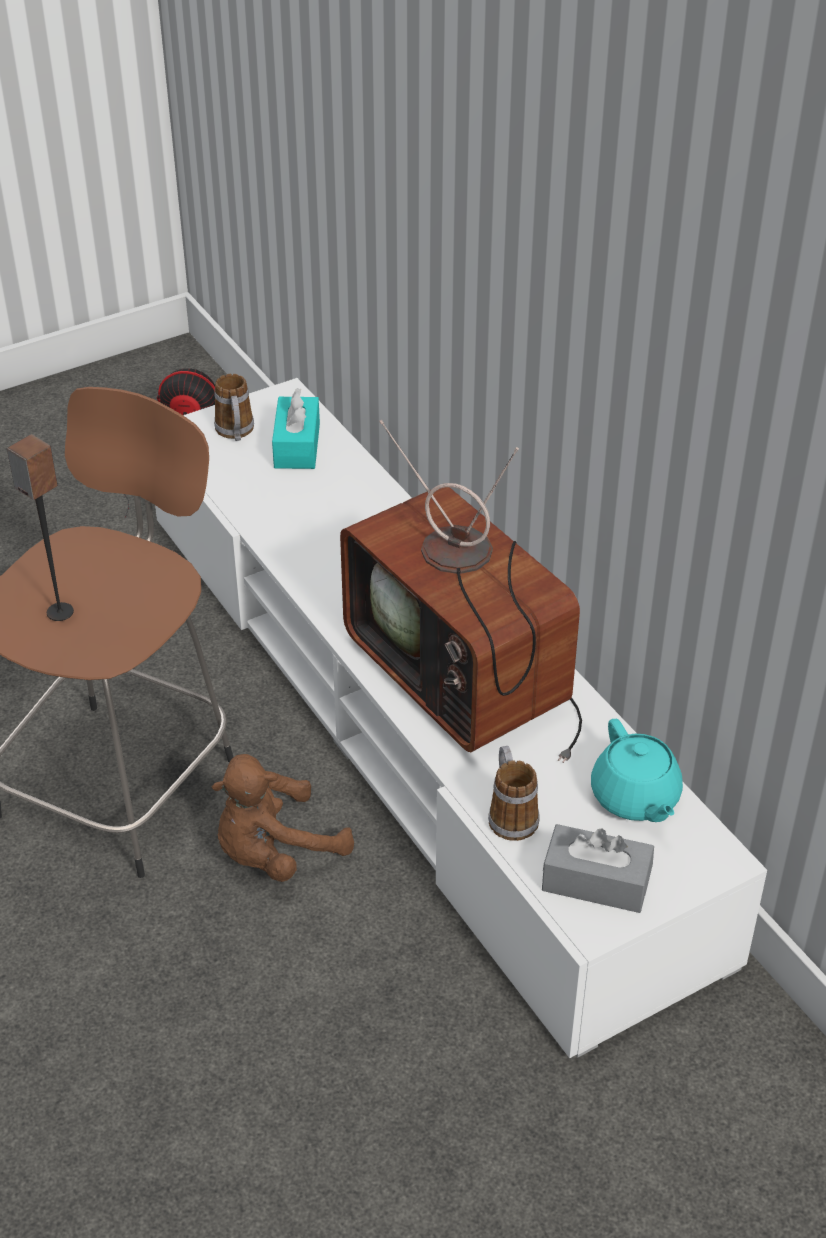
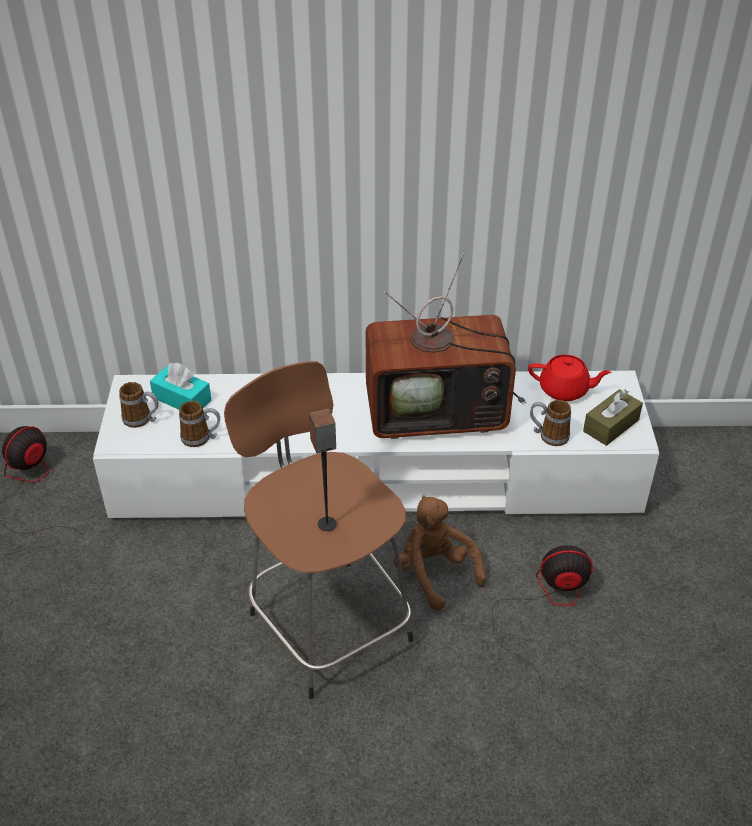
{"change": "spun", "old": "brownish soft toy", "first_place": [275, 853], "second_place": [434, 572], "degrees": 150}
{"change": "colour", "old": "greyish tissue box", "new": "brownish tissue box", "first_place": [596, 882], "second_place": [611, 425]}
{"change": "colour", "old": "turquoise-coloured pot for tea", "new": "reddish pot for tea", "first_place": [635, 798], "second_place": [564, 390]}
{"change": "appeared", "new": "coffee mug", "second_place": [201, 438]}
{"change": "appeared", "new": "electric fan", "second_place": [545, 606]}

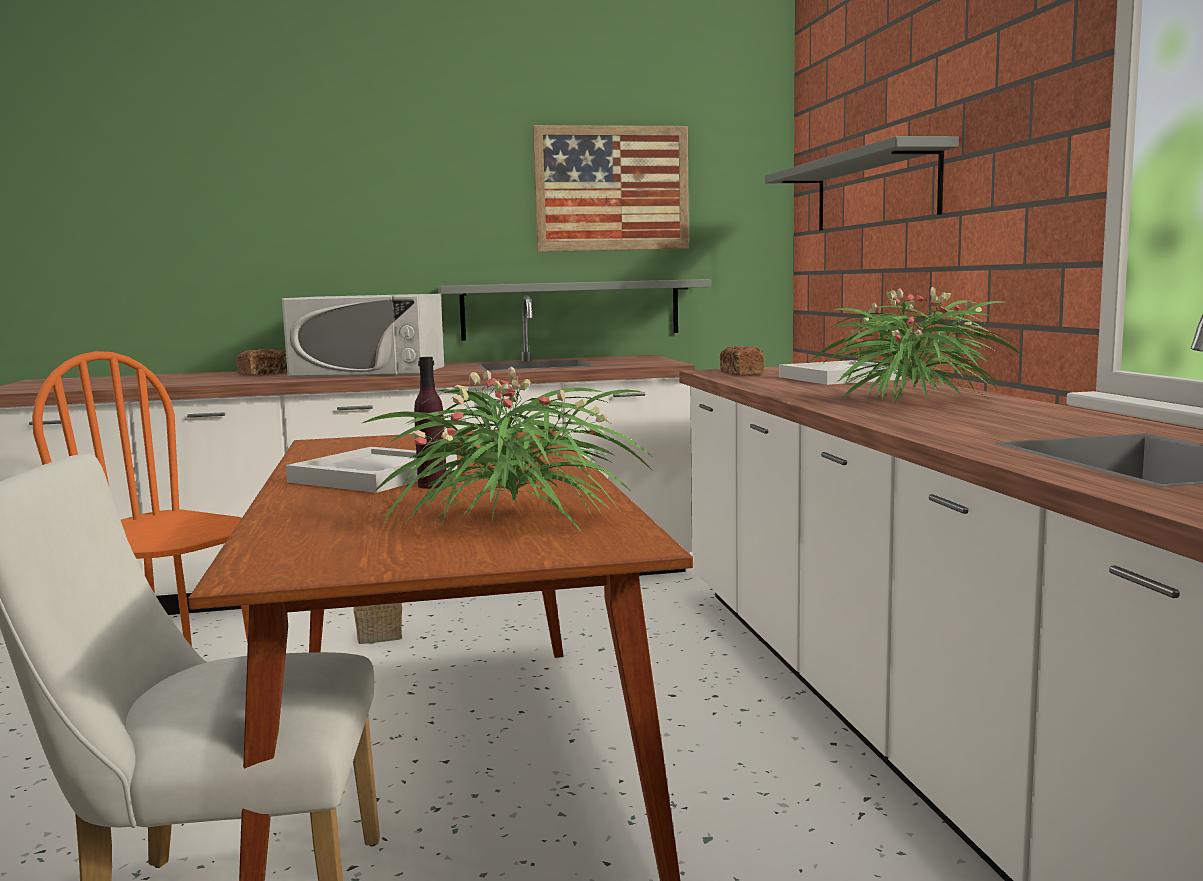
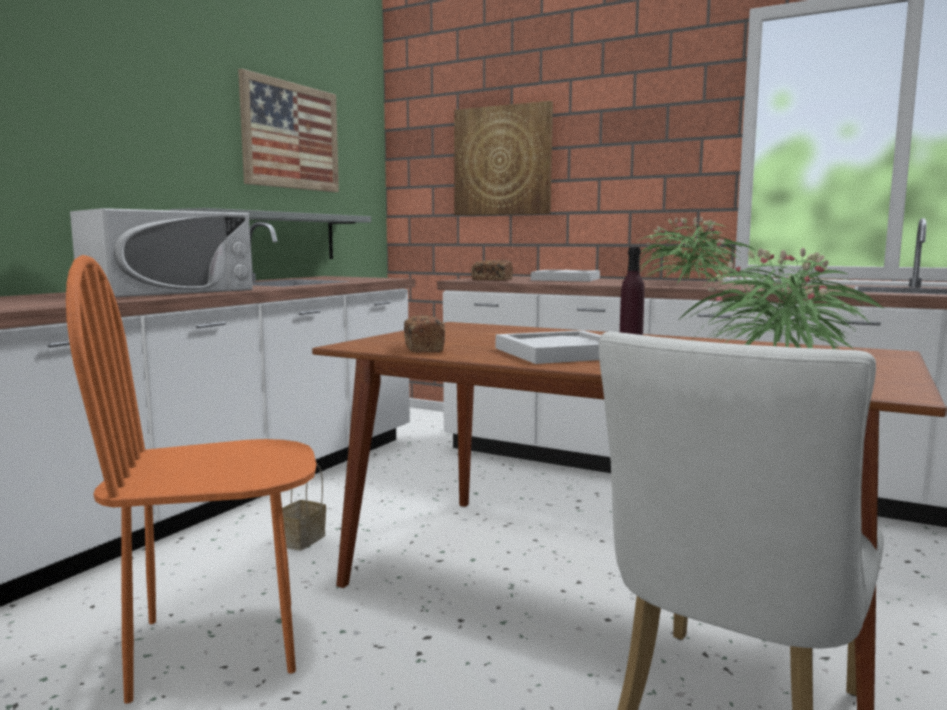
{"change": "relocated", "old": "bread", "first_place": [264, 373], "second_place": [423, 348]}
{"change": "exchanged", "old": "greyish wall shelf", "new": "wall art", "first_place": [874, 191], "second_place": [502, 161]}

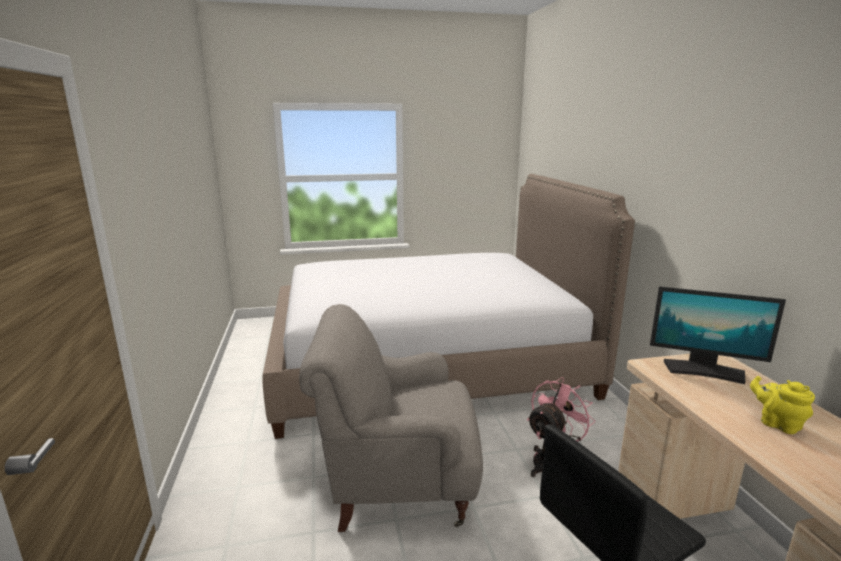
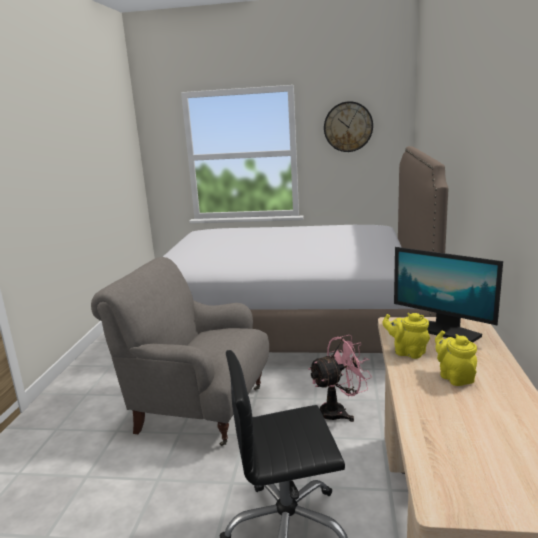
{"change": "appeared", "new": "clock on the wall", "second_place": [348, 127]}
{"change": "appeared", "new": "yellowish pot for tea", "second_place": [407, 352]}

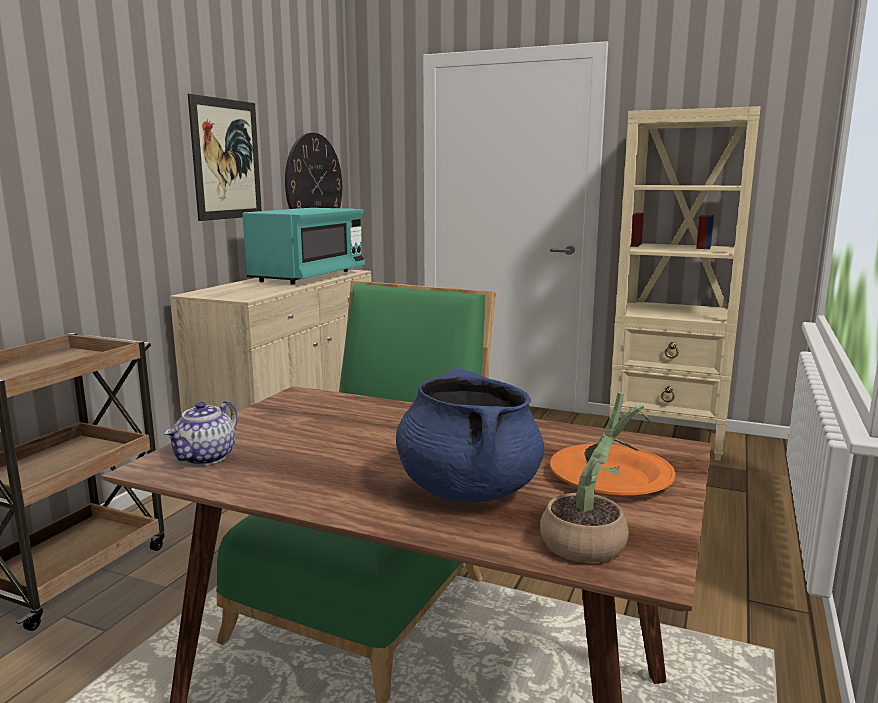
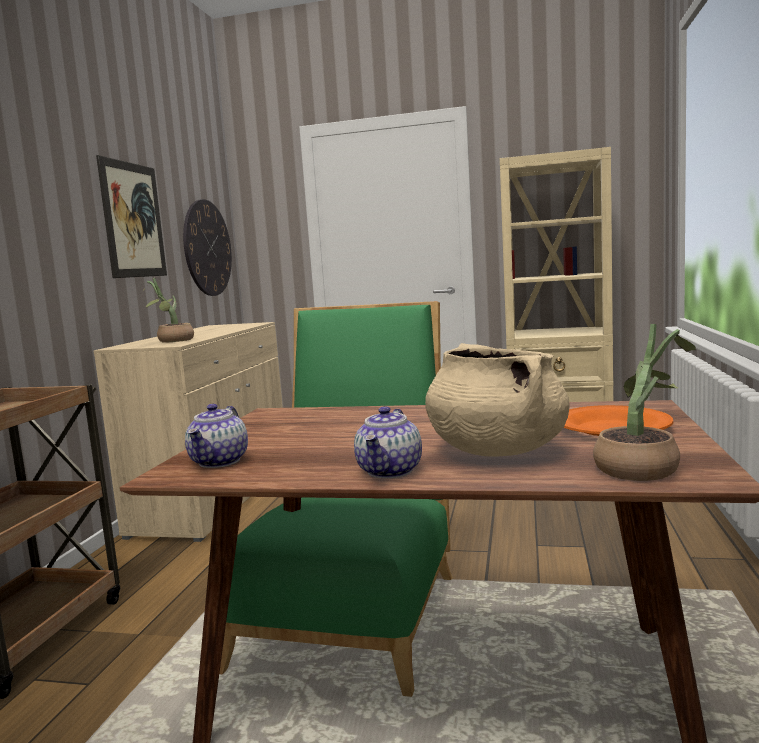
{"change": "missing", "old": "turquoise-coloured microwave oven", "first_place": [308, 277]}
{"change": "colour", "old": "bluish stockpot", "new": "sand-coloured stockpot", "first_place": [468, 489], "second_place": [496, 450]}
{"change": "appeared", "new": "plant in a pot", "second_place": [171, 341]}
{"change": "appeared", "new": "pot for tea", "second_place": [390, 471]}

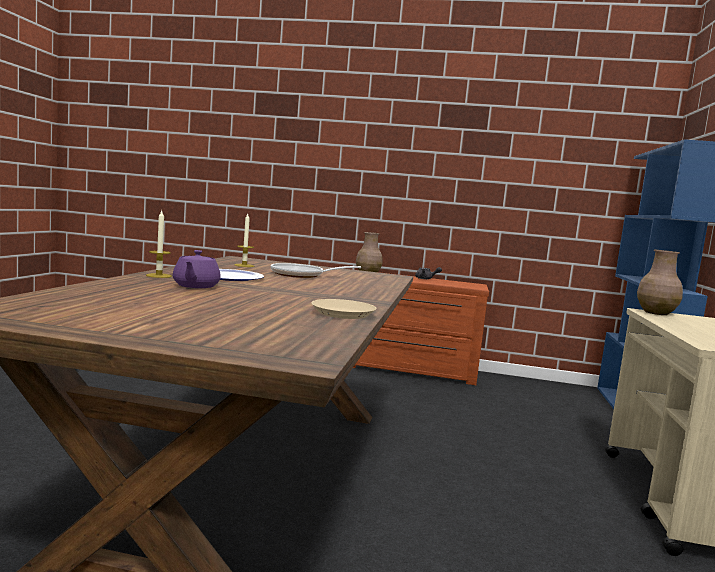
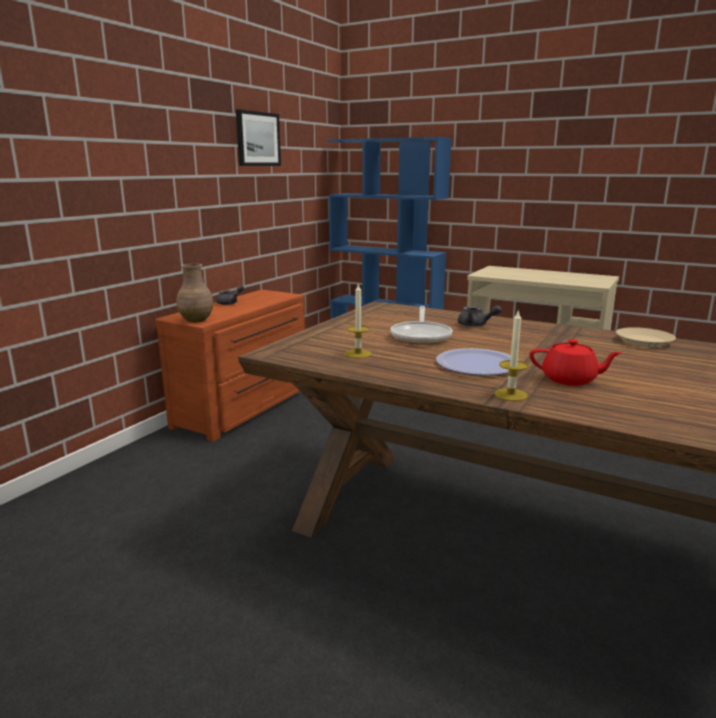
{"change": "colour", "old": "purple pot for tea", "new": "reddish pot for tea", "first_place": [195, 286], "second_place": [570, 380]}
{"change": "missing", "old": "brownish flower vase", "first_place": [655, 313]}
{"change": "appeared", "new": "wall art", "second_place": [257, 139]}
{"change": "appeared", "new": "greyish pot for tea", "second_place": [476, 325]}

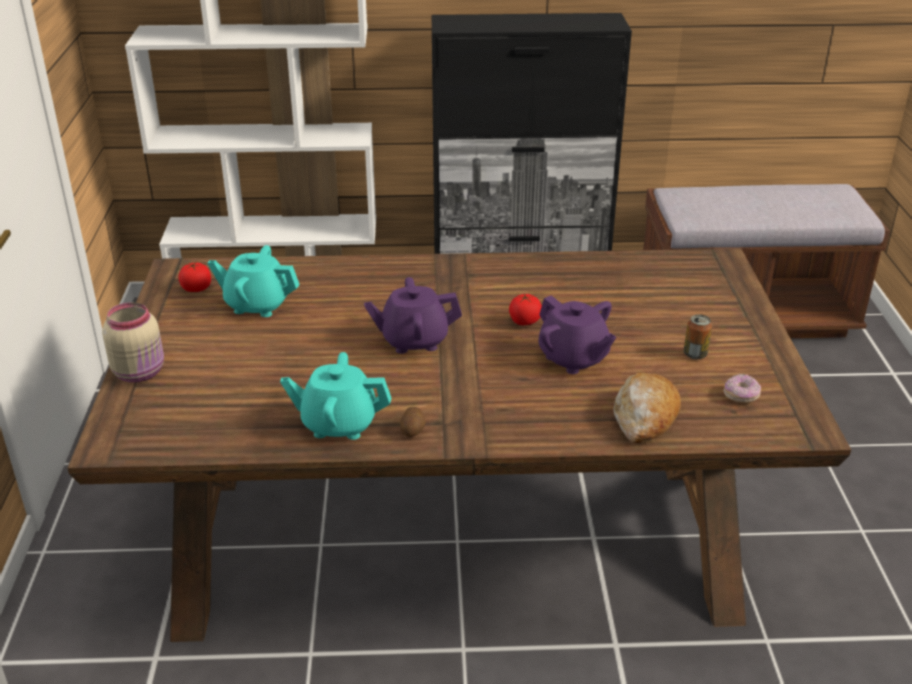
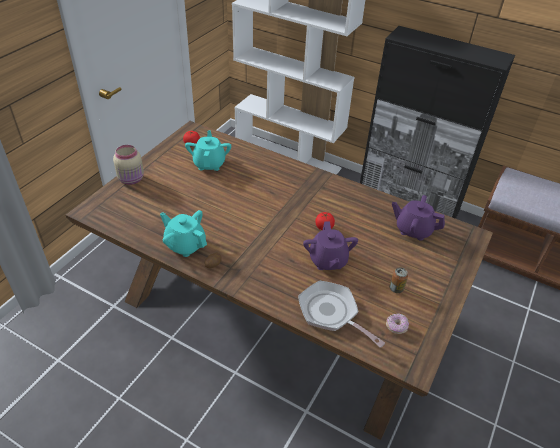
{"change": "spun", "old": "turquoise-coloured pot for tea", "first_place": [257, 305], "second_place": [209, 164], "degrees": 45}
{"change": "relocated", "old": "purple pot for tea", "first_place": [414, 340], "second_place": [413, 230]}
{"change": "exchanged", "old": "bread", "new": "pan", "first_place": [645, 417], "second_place": [331, 313]}

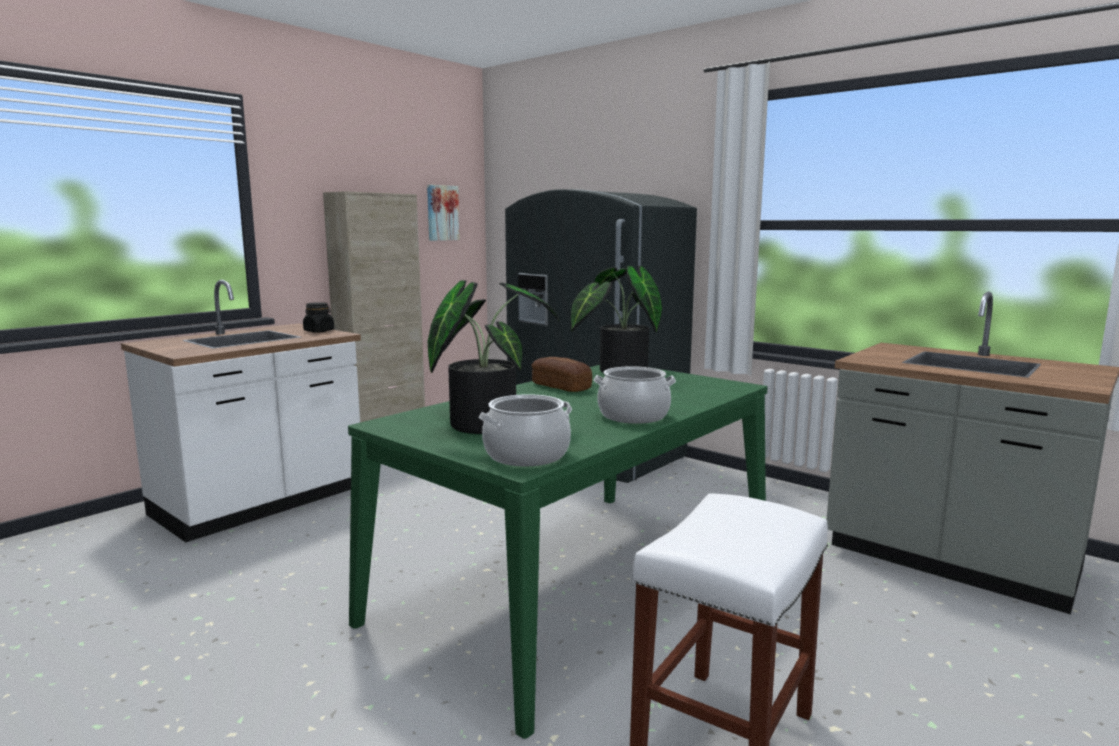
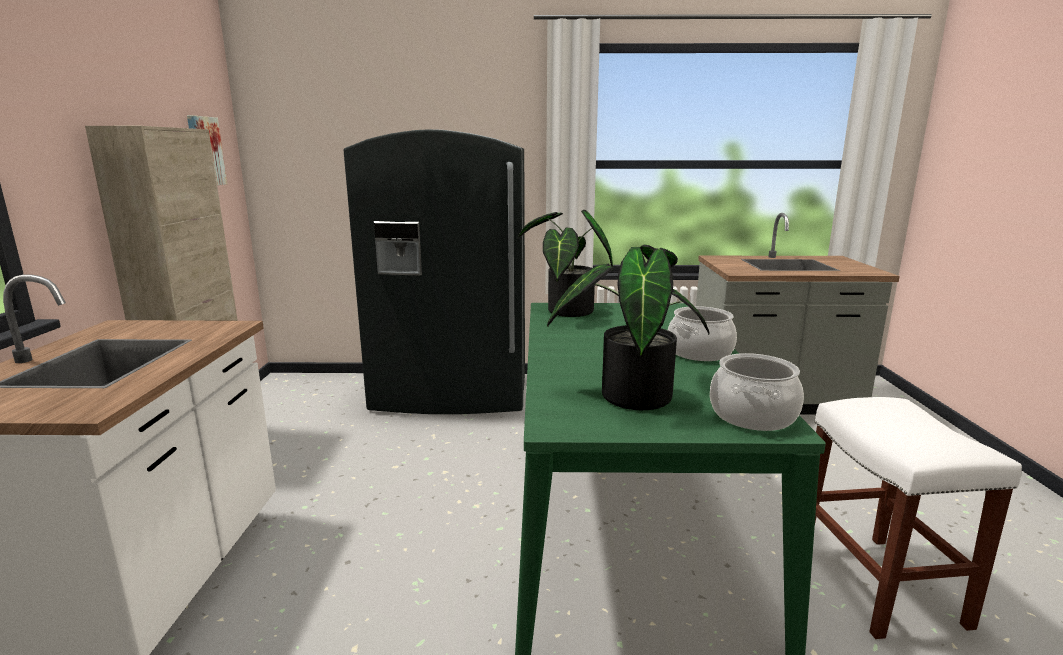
{"change": "missing", "old": "black storage jar", "first_place": [319, 331]}
{"change": "missing", "old": "bread", "first_place": [561, 386]}

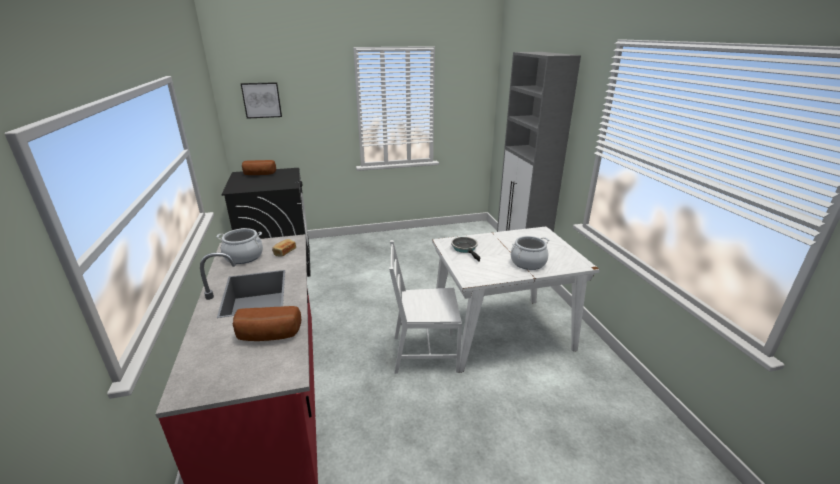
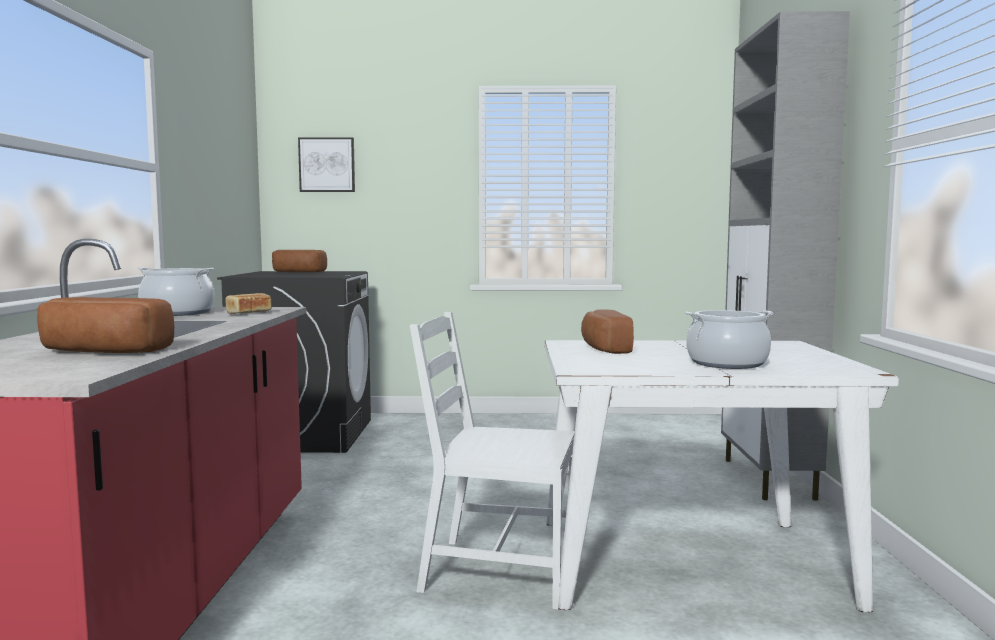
{"change": "exchanged", "old": "pan", "new": "bread", "first_place": [465, 249], "second_place": [602, 348]}

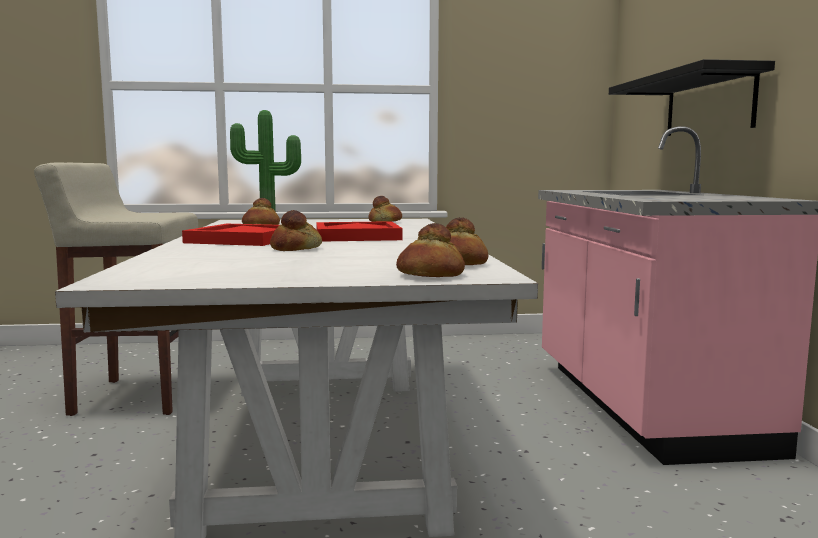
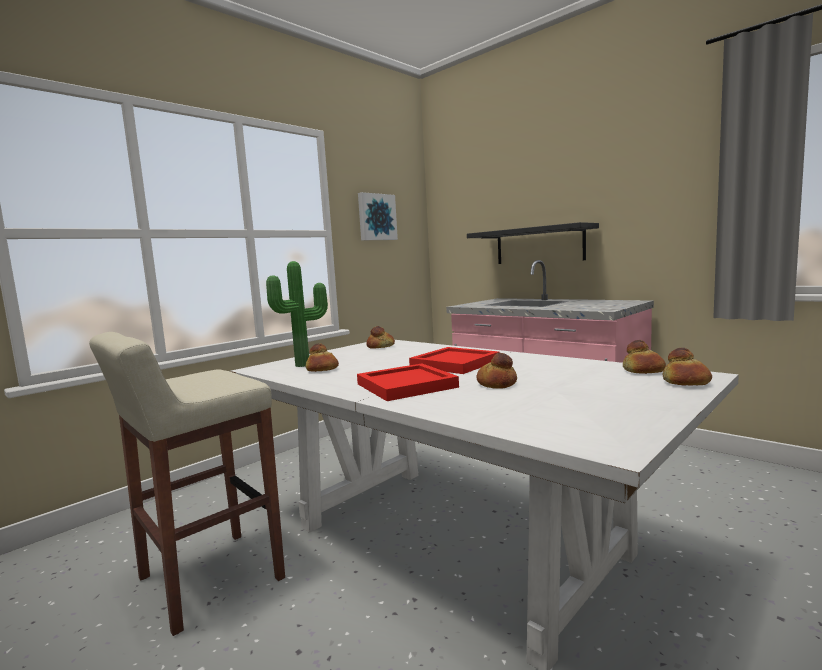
{"change": "appeared", "new": "wall art", "second_place": [376, 217]}

